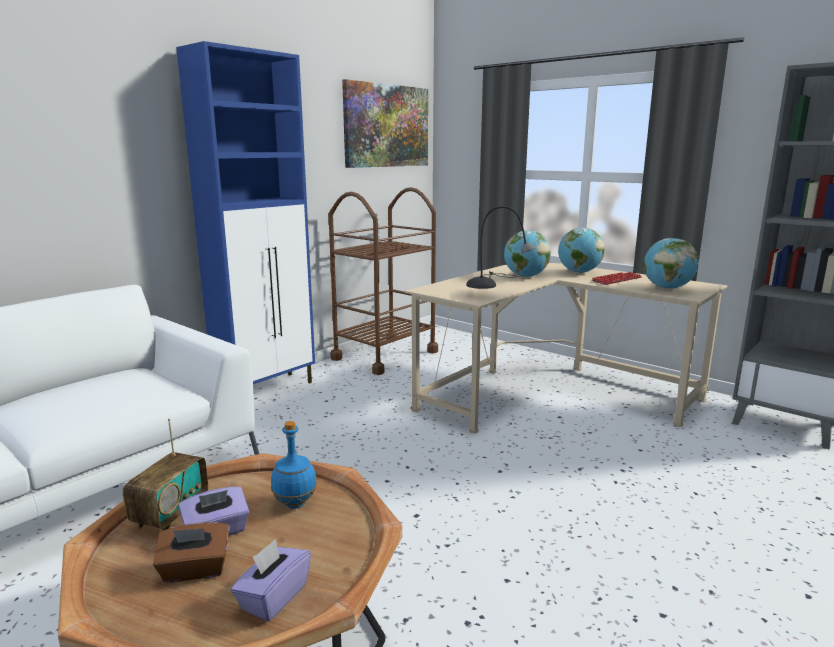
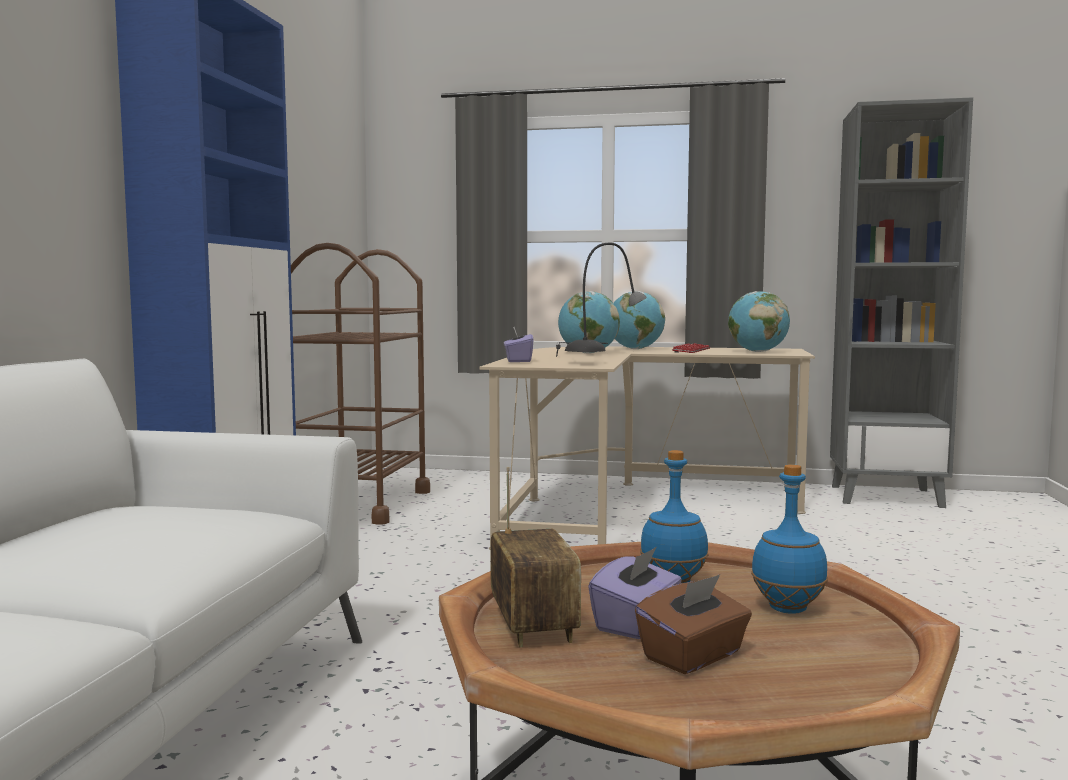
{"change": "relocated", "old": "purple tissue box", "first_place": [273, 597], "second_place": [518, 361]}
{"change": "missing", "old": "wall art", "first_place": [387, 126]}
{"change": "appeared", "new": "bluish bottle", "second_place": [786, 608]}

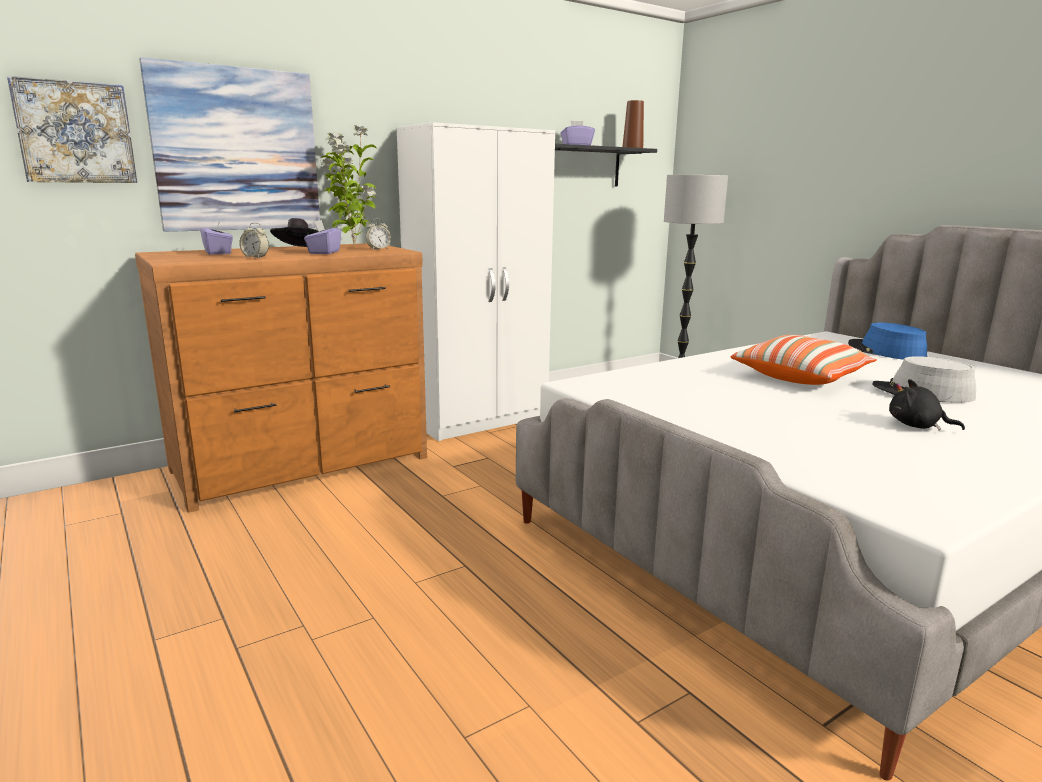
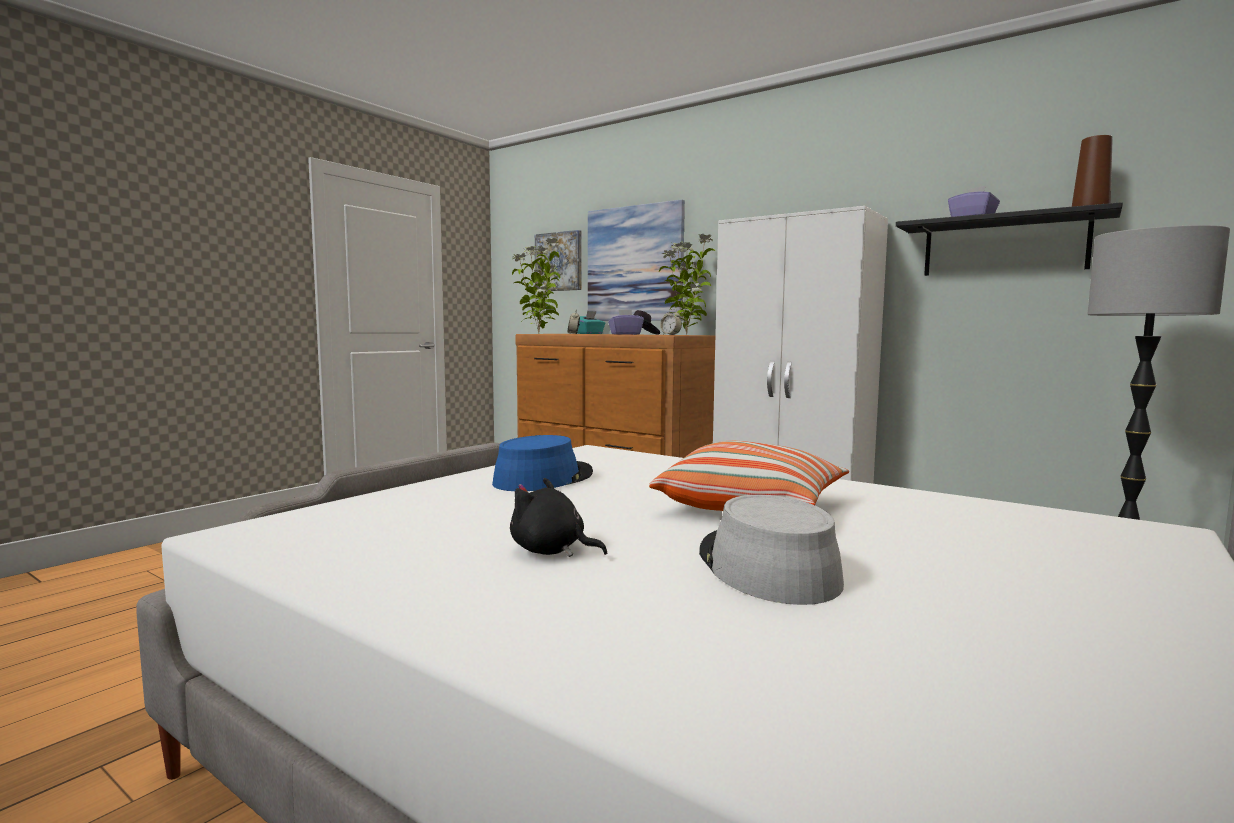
{"change": "colour", "old": "purple tissue box", "new": "turquoise-coloured tissue box", "first_place": [218, 253], "second_place": [589, 333]}
{"change": "relocated", "old": "bluish wearable hat", "first_place": [885, 351], "second_place": [543, 478]}
{"change": "spun", "old": "black soft toy", "first_place": [917, 426], "second_place": [551, 551], "degrees": -75}
{"change": "appeared", "new": "plant in a pot", "second_place": [539, 333]}

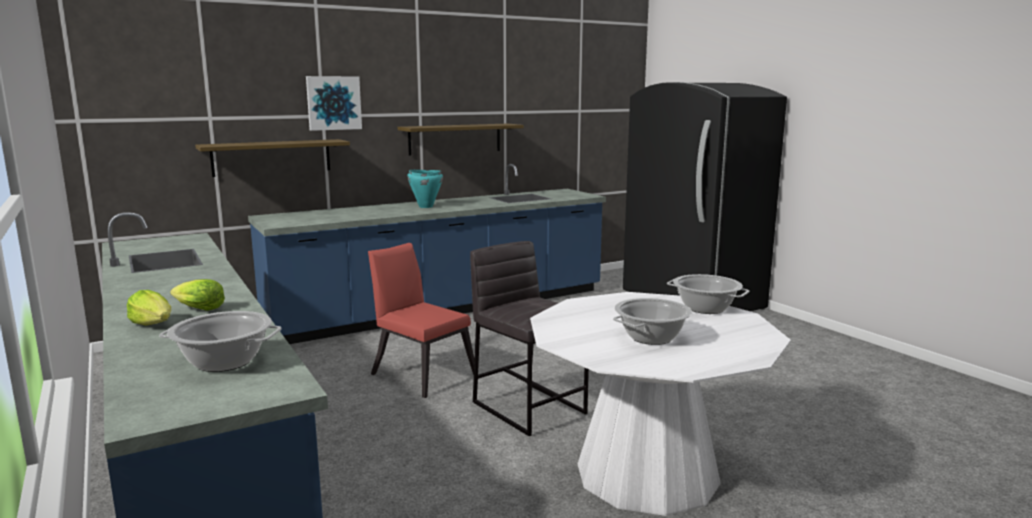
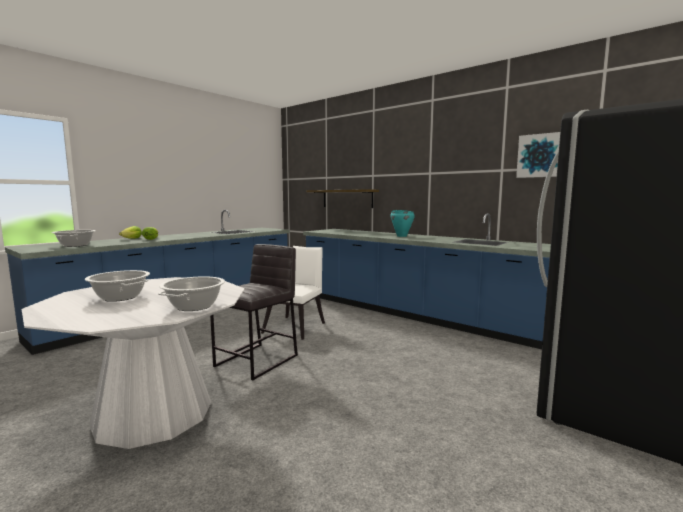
{"change": "relocated", "old": "wall art", "first_place": [333, 103], "second_place": [541, 155]}
{"change": "colour", "old": "reddish chair", "new": "white chair", "first_place": [421, 373], "second_place": [297, 326]}
{"change": "missing", "old": "wall shelf", "first_place": [455, 139]}

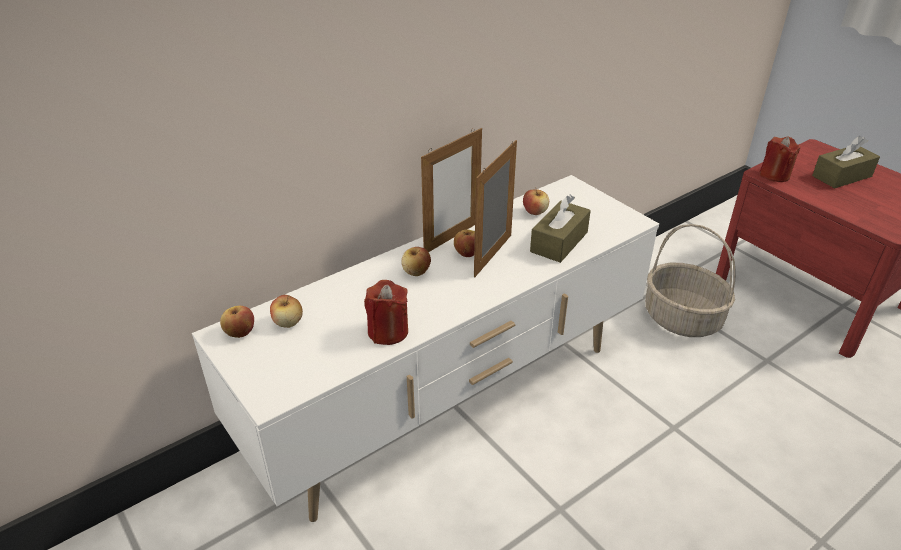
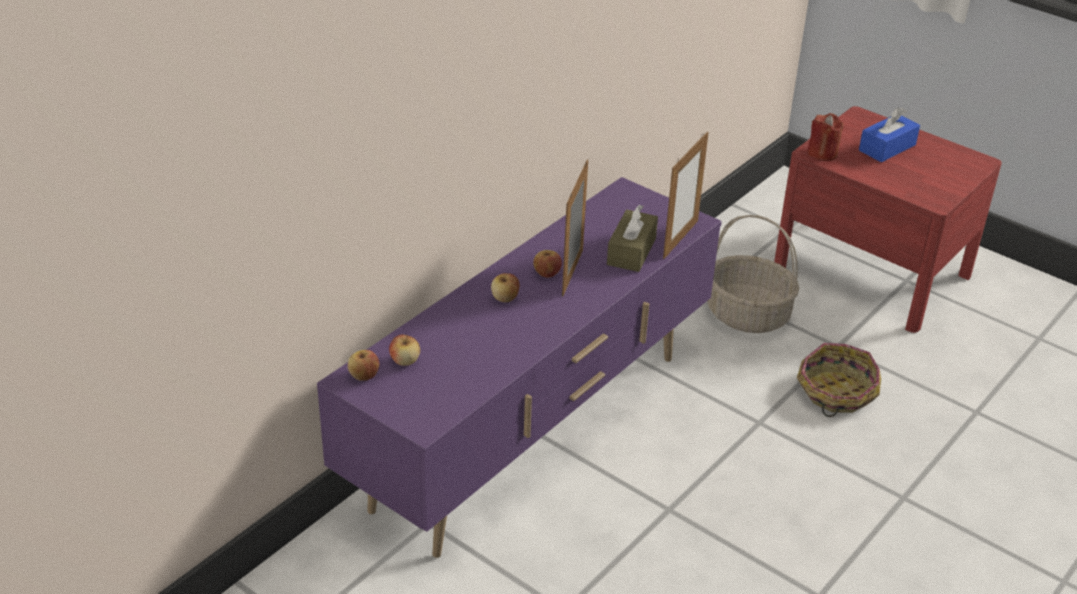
{"change": "colour", "old": "white tv stand", "new": "purple tv stand", "first_place": [450, 402], "second_place": [533, 432]}
{"change": "missing", "old": "reddish candle", "first_place": [388, 331]}
{"change": "relocated", "old": "picture frame", "first_place": [452, 237], "second_place": [680, 239]}
{"change": "missing", "old": "whole apple", "first_place": [535, 212]}
{"change": "colour", "old": "brownish tissue box", "new": "bluish tissue box", "first_place": [841, 176], "second_place": [887, 148]}
{"change": "appeared", "new": "basket", "second_place": [835, 392]}

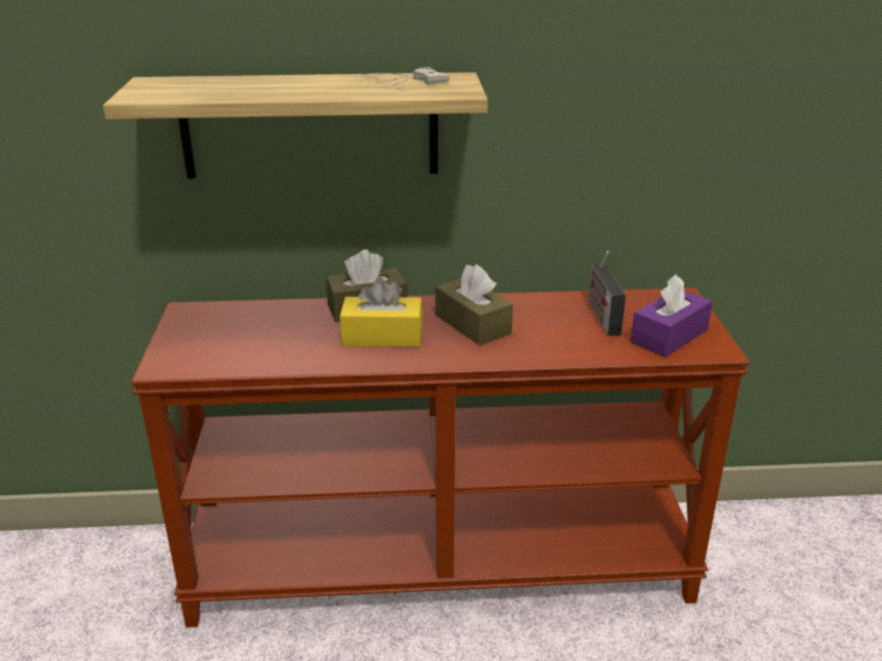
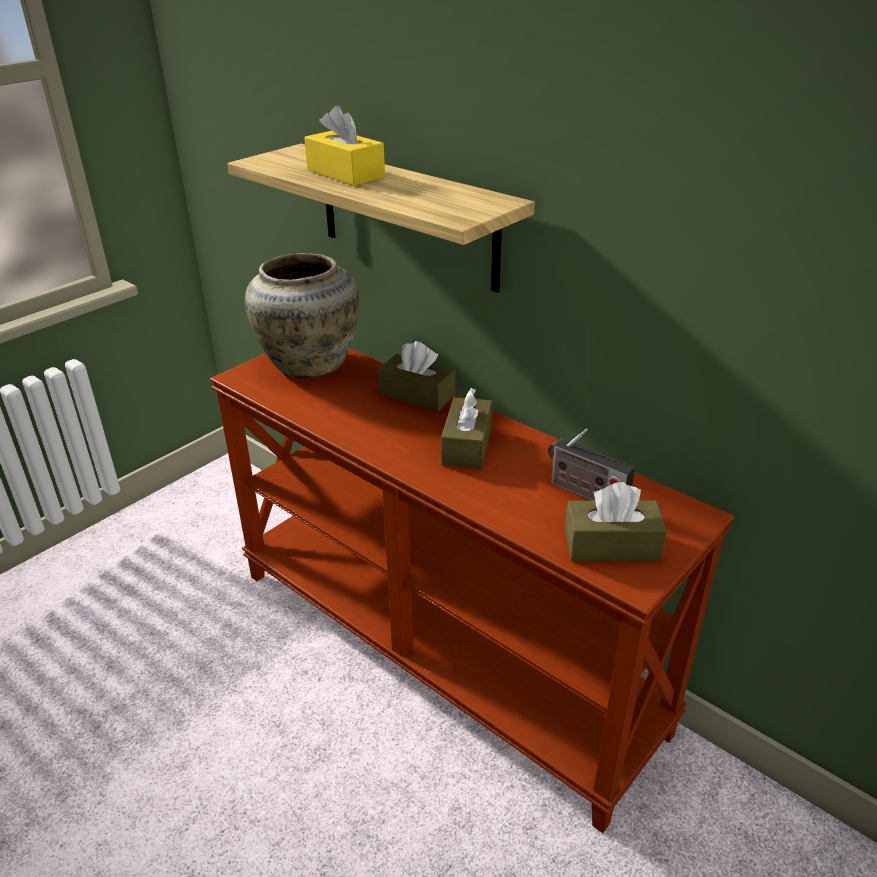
{"change": "relocated", "old": "yellowish tissue box", "first_place": [382, 336], "second_place": [345, 174]}
{"change": "missing", "old": "white gamepad", "first_place": [402, 82]}
{"change": "spun", "old": "radio receiver", "first_place": [601, 316], "second_place": [584, 494], "degrees": -90}
{"change": "colour", "old": "purple tissue box", "new": "brownish tissue box", "first_place": [669, 336], "second_place": [611, 545]}
{"change": "appeared", "new": "sand-coloured flower vase", "second_place": [309, 363]}

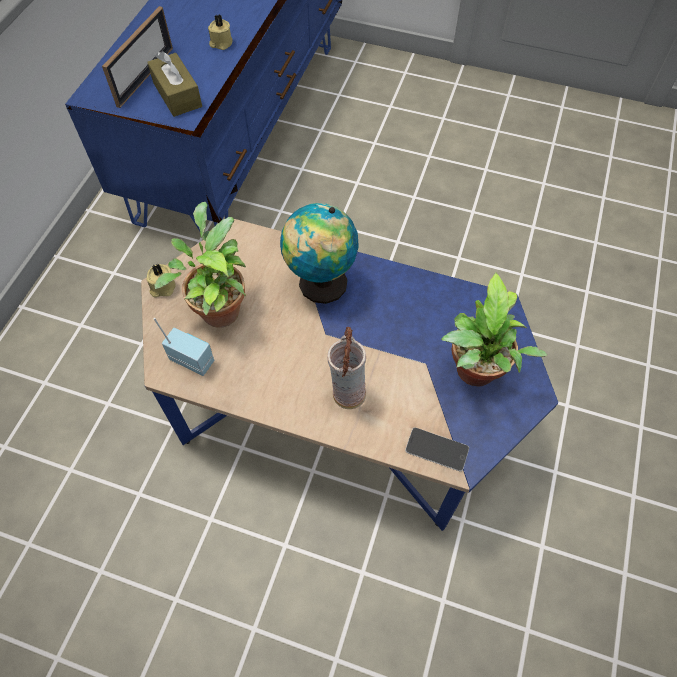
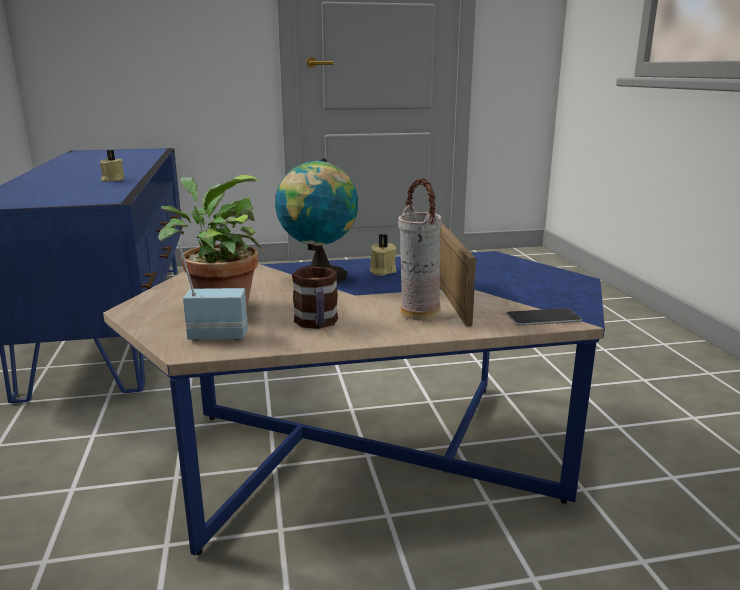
{"change": "relocated", "old": "picture frame", "first_place": [145, 76], "second_place": [451, 300]}
{"change": "missing", "old": "brownish tissue box", "first_place": [177, 95]}
{"change": "relocated", "old": "sand-coloured candle", "first_place": [162, 287], "second_place": [381, 271]}
{"change": "missing", "old": "plant in a pot", "first_place": [475, 374]}
{"change": "appeared", "new": "coffee mug", "second_place": [317, 324]}

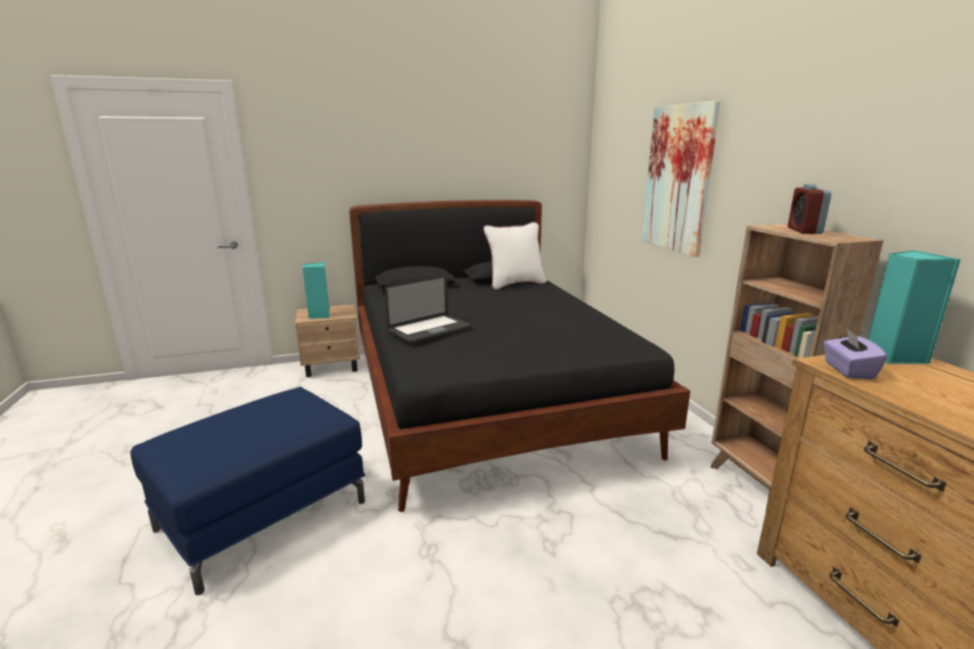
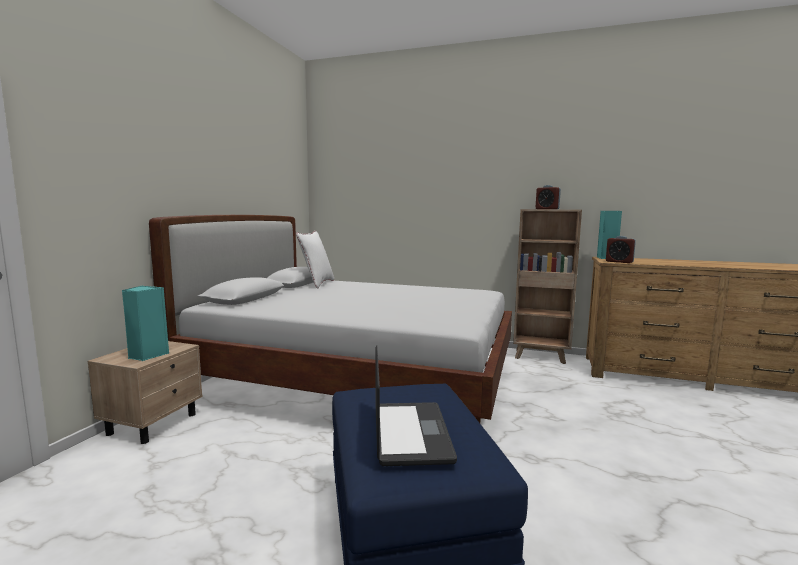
{"change": "colour", "old": "black bedroom bed", "new": "white bedroom bed", "first_place": [488, 399], "second_place": [357, 380]}
{"change": "relocated", "old": "portable computer", "first_place": [430, 330], "second_place": [411, 433]}
{"change": "missing", "old": "wall art", "first_place": [678, 179]}
{"change": "exchanged", "old": "purple tissue box", "new": "bedside clock", "first_place": [848, 370], "second_place": [619, 262]}

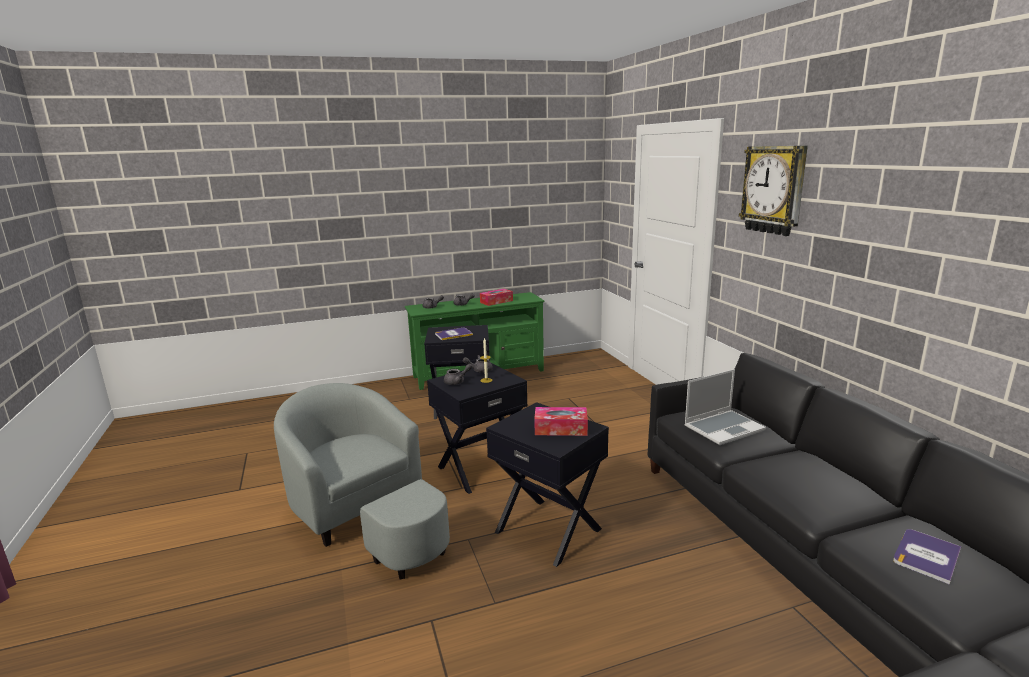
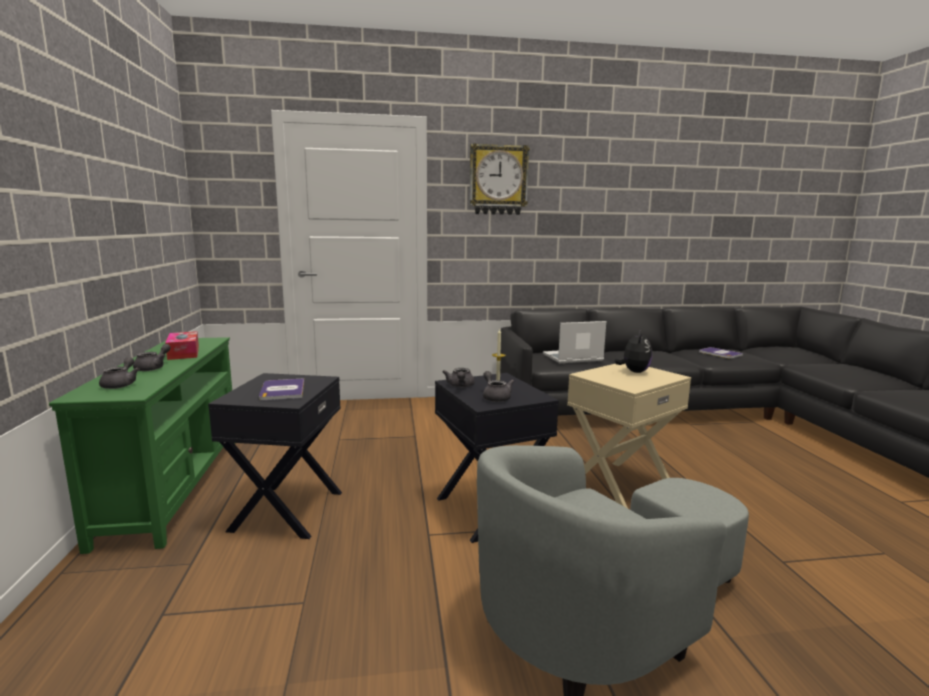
{"change": "colour", "old": "black side table", "new": "sand-coloured side table", "first_place": [549, 530], "second_place": [619, 485]}
{"change": "exchanged", "old": "tissue box", "new": "soft toy", "first_place": [561, 429], "second_place": [634, 372]}
{"change": "spun", "old": "portable computer", "first_place": [724, 428], "second_place": [572, 358], "degrees": -90}

